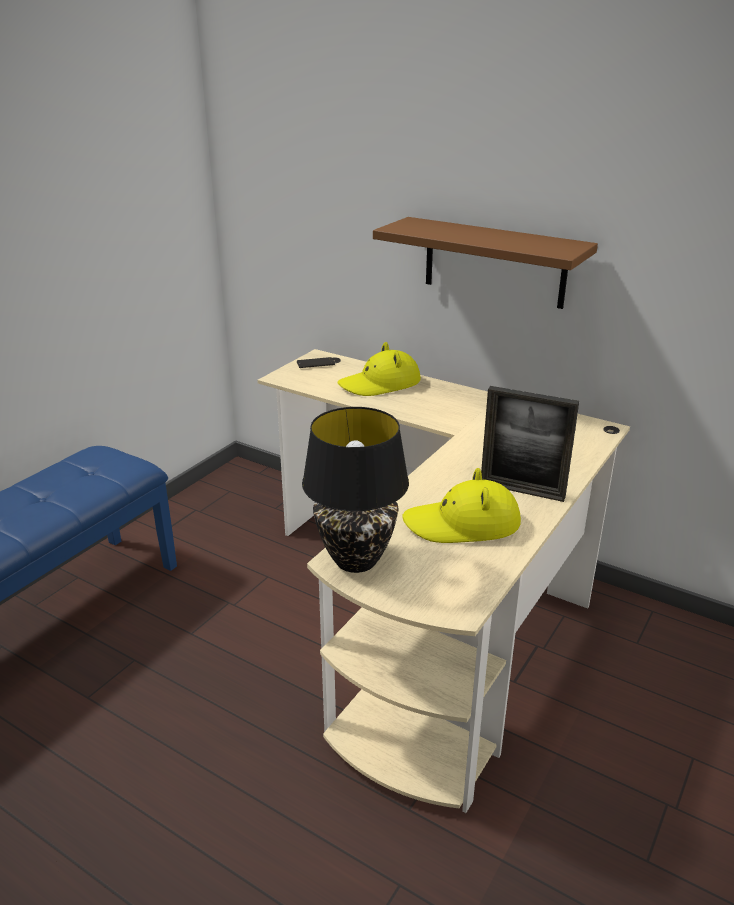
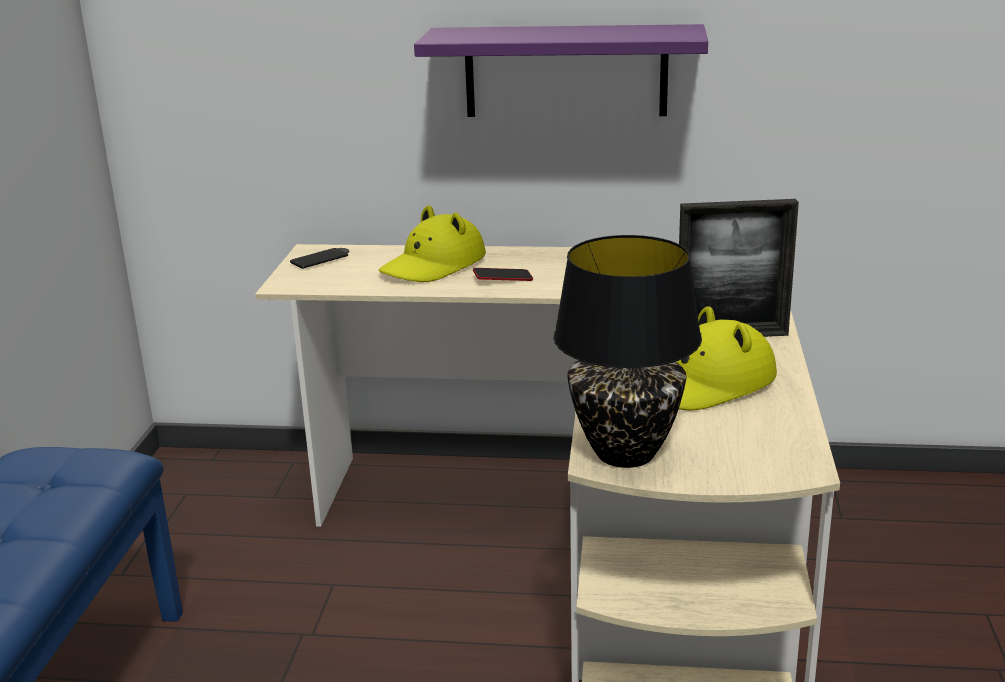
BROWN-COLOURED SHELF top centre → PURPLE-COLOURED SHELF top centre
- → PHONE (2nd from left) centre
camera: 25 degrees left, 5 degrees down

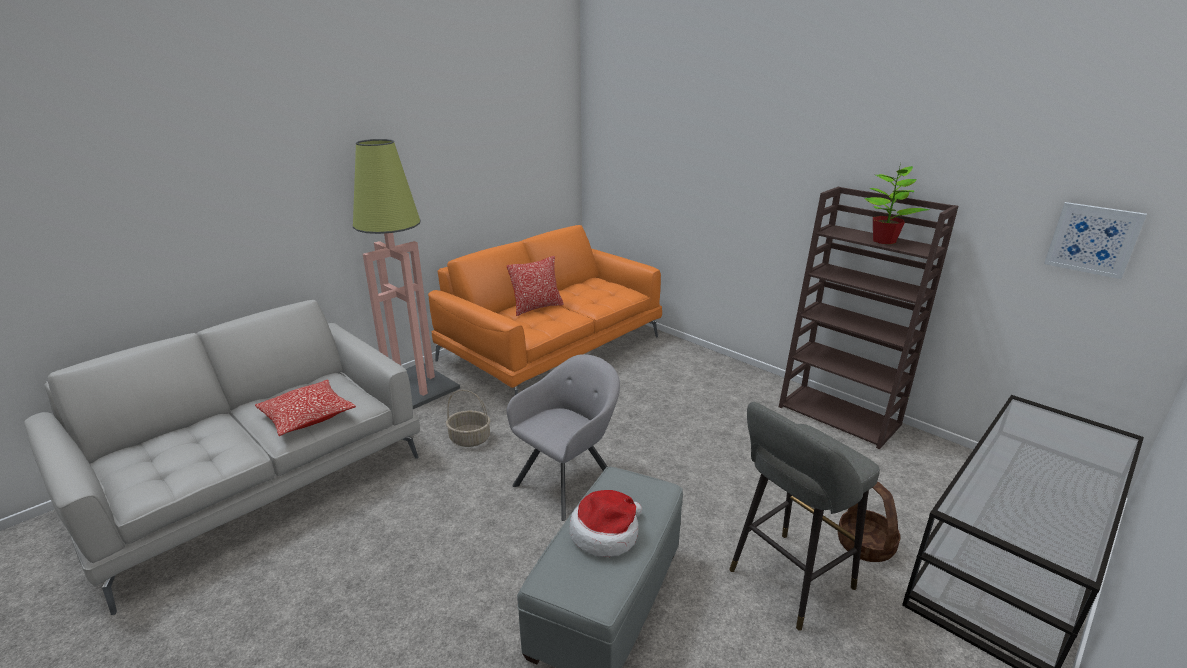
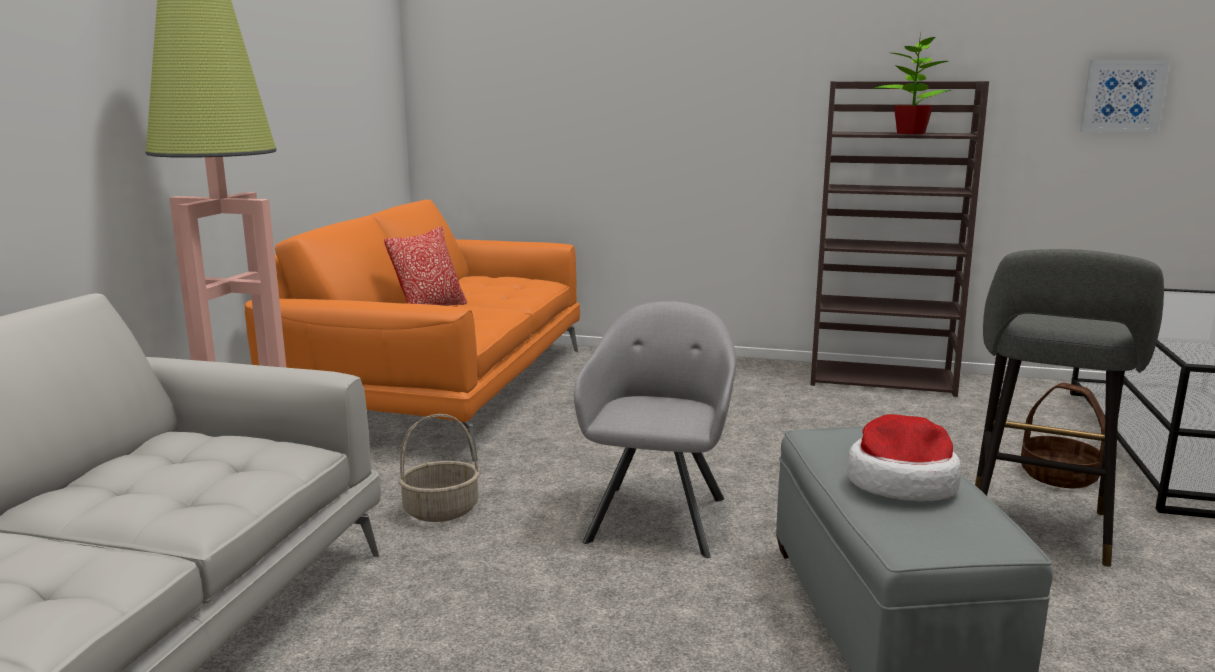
THROW PILLOW (1st from left) middle left → -
camera: 30 degrees left, 10 degrees down

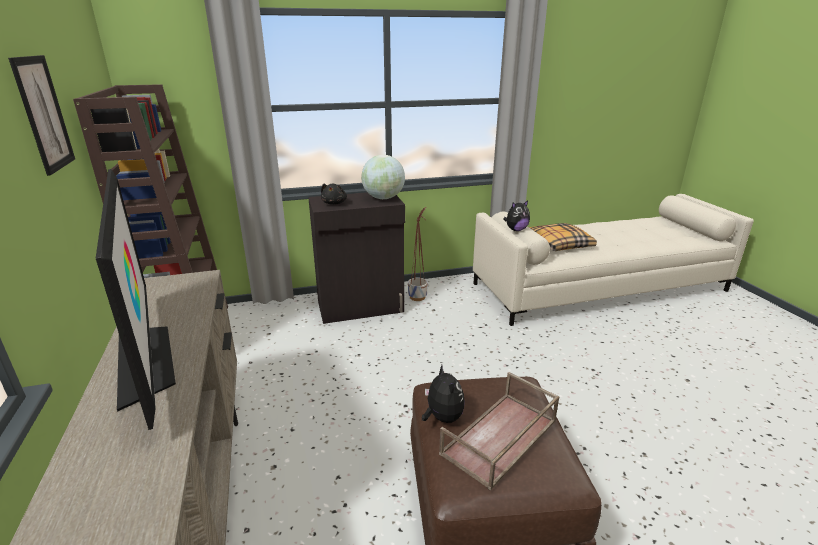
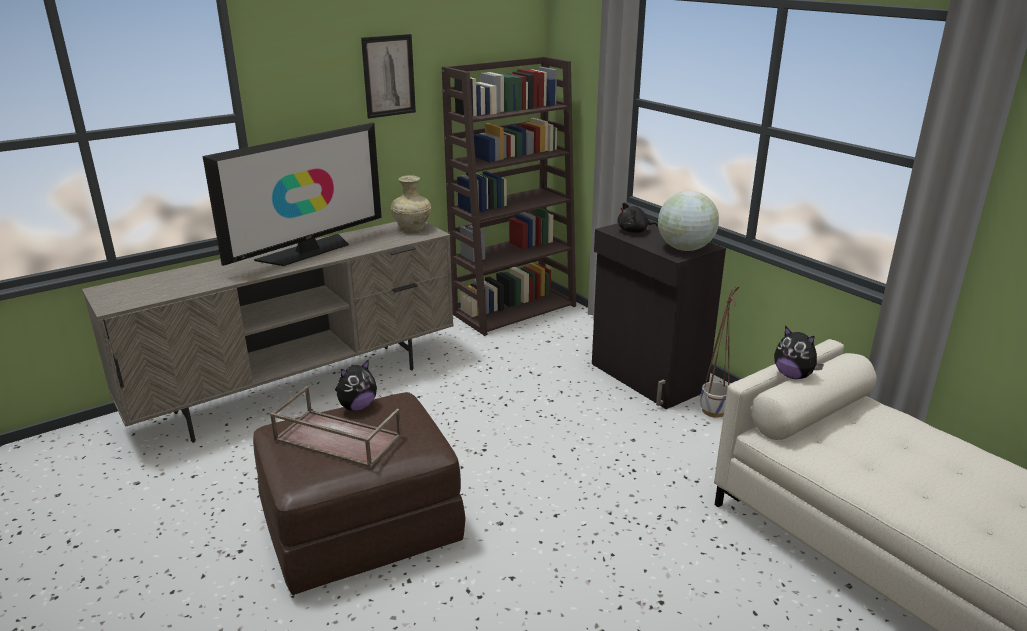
THROW PILLOW middle right → -
- → BEIGE VASE top centre
camera: 70 degrees right, 0 degrees up

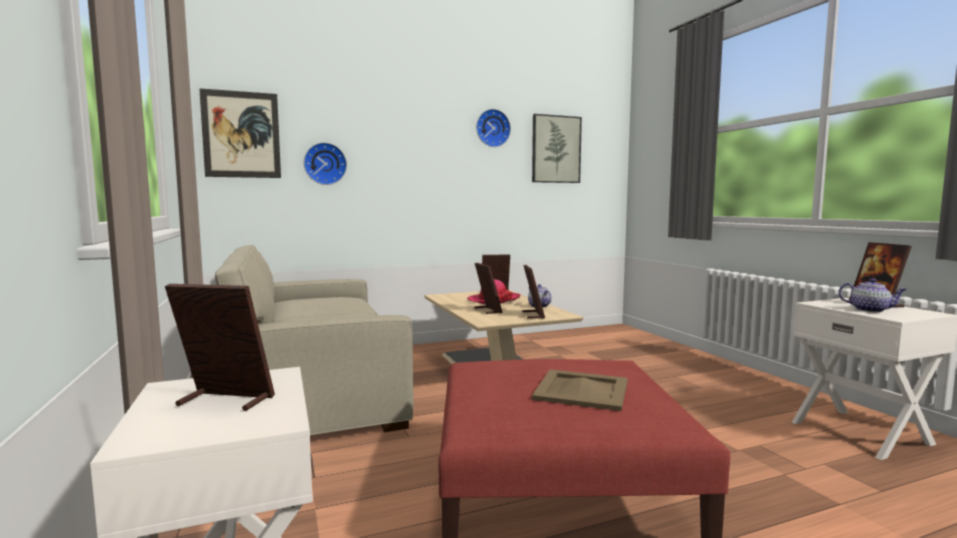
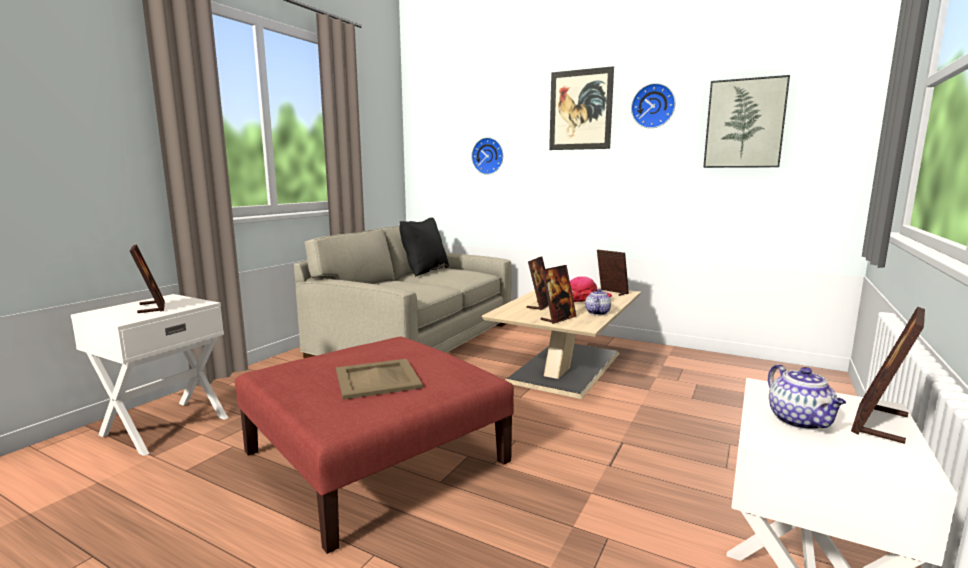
WALL PICTURE (1st from left) top left → WALL PICTURE (1st from left) top centre, move
- → BLACKISH THROW PILLOW centre
camera: 50 degrees right, 5 degrees up

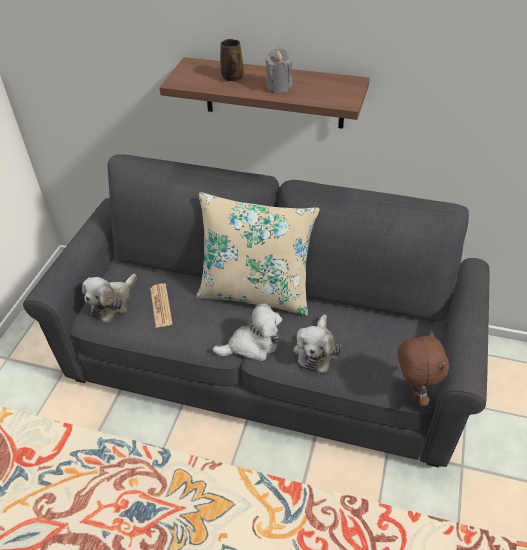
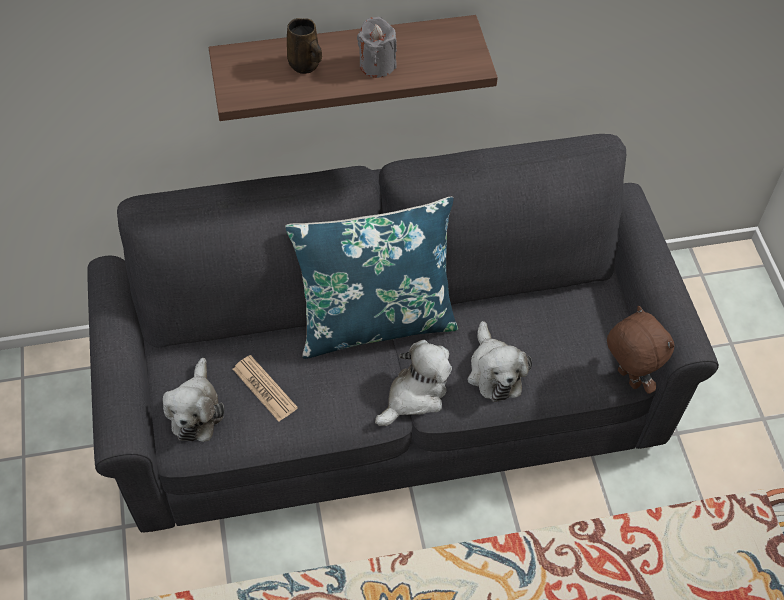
BEIGE THROW PILLOW centre → BLUE-COLOURED THROW PILLOW centre
camera: 30 degrees left, 10 degrees up

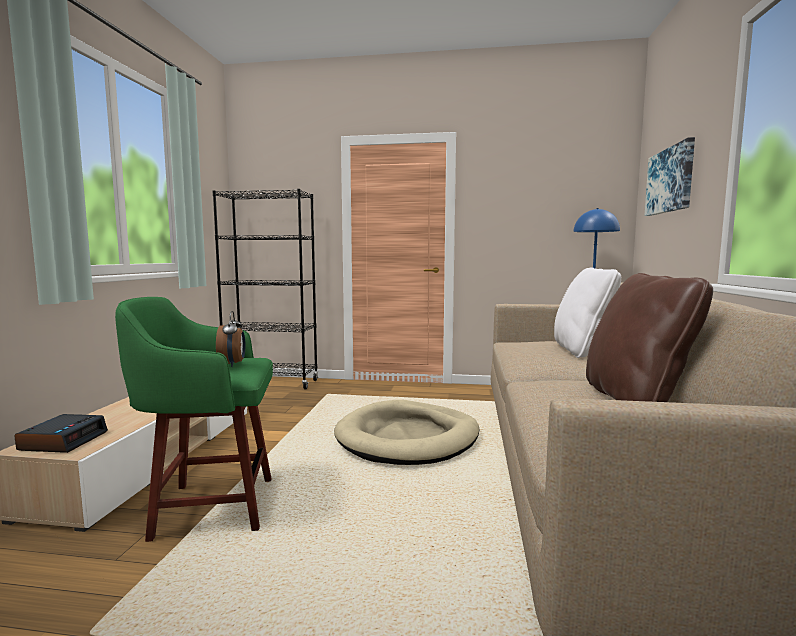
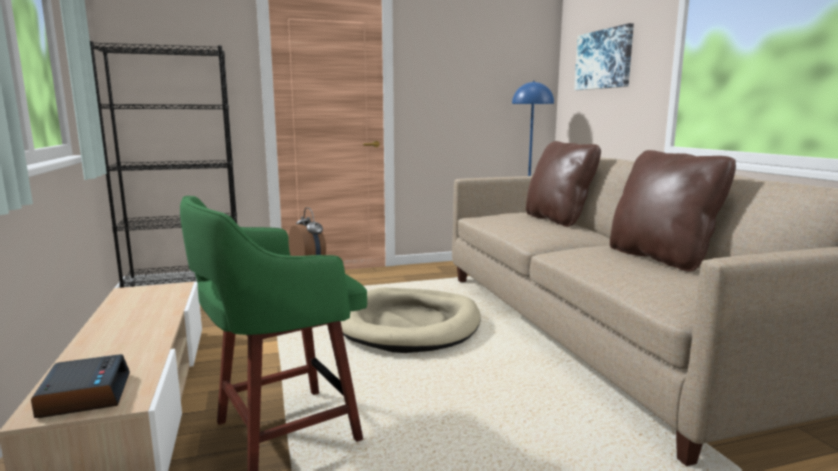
WHITE THROW PILLOW middle right → BROWN-COLOURED THROW PILLOW (1st from left) middle right
camera: 25 degrees left, 5 degrees up

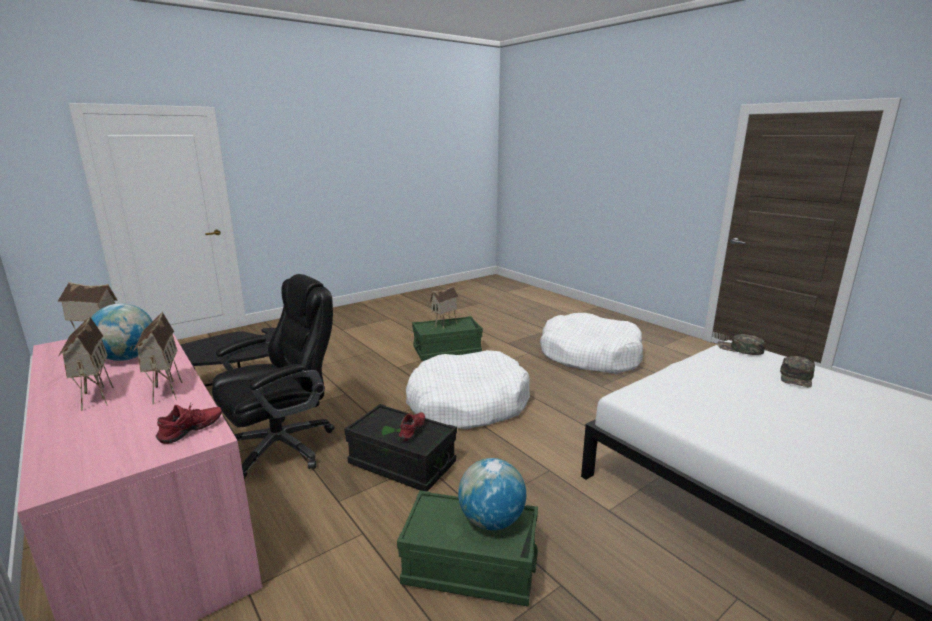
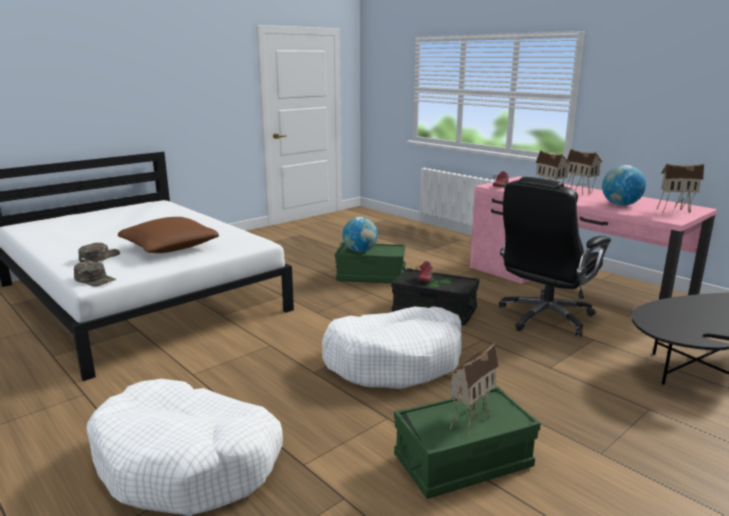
- → BROWN-COLOURED THROW PILLOW middle left
camera: 175 degrees right, 0 degrees up

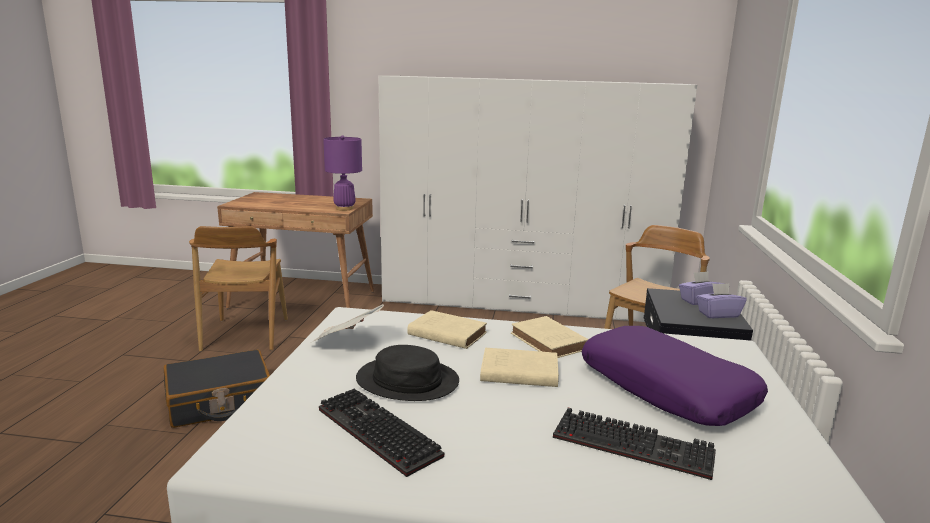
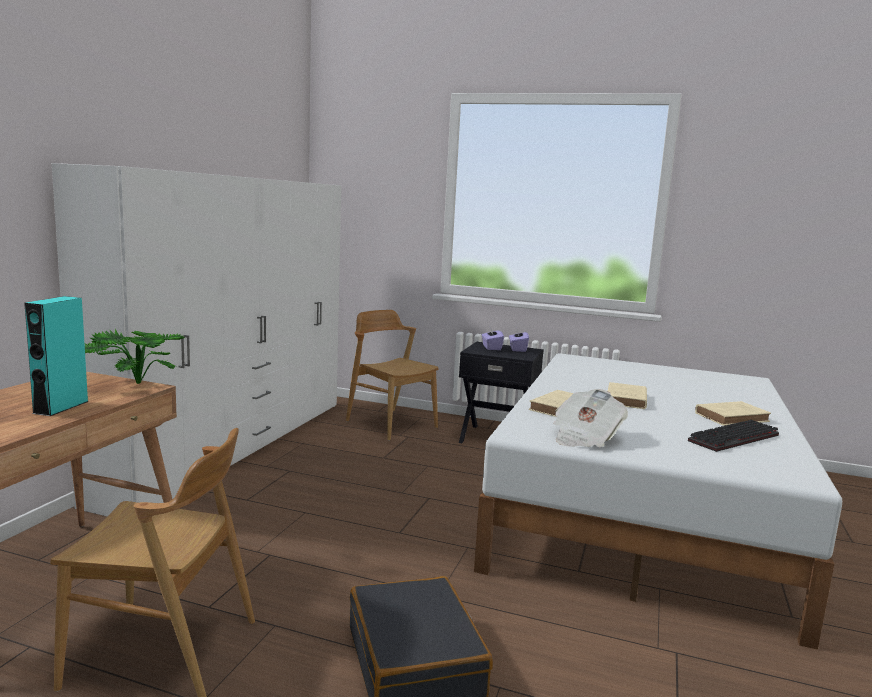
PURPLE-COLOURED LAMP FOR A TABLE top centre → POTTED PLANT middle left
BEIGE BOUND BOOK (3rd from left) centre → BEIGE BOUND BOOK (3rd from left) middle right, move
PURPLE-COLOURED THROW PILLOW bottom right → -
BLACKISH CLOTHING HAT bottom centre → -
PC KEYBOARD (2nd from left) bottom right → -
- → BLUE-GREEN SPEAKER middle left
camera: 80 degrees left, 5 degrees down

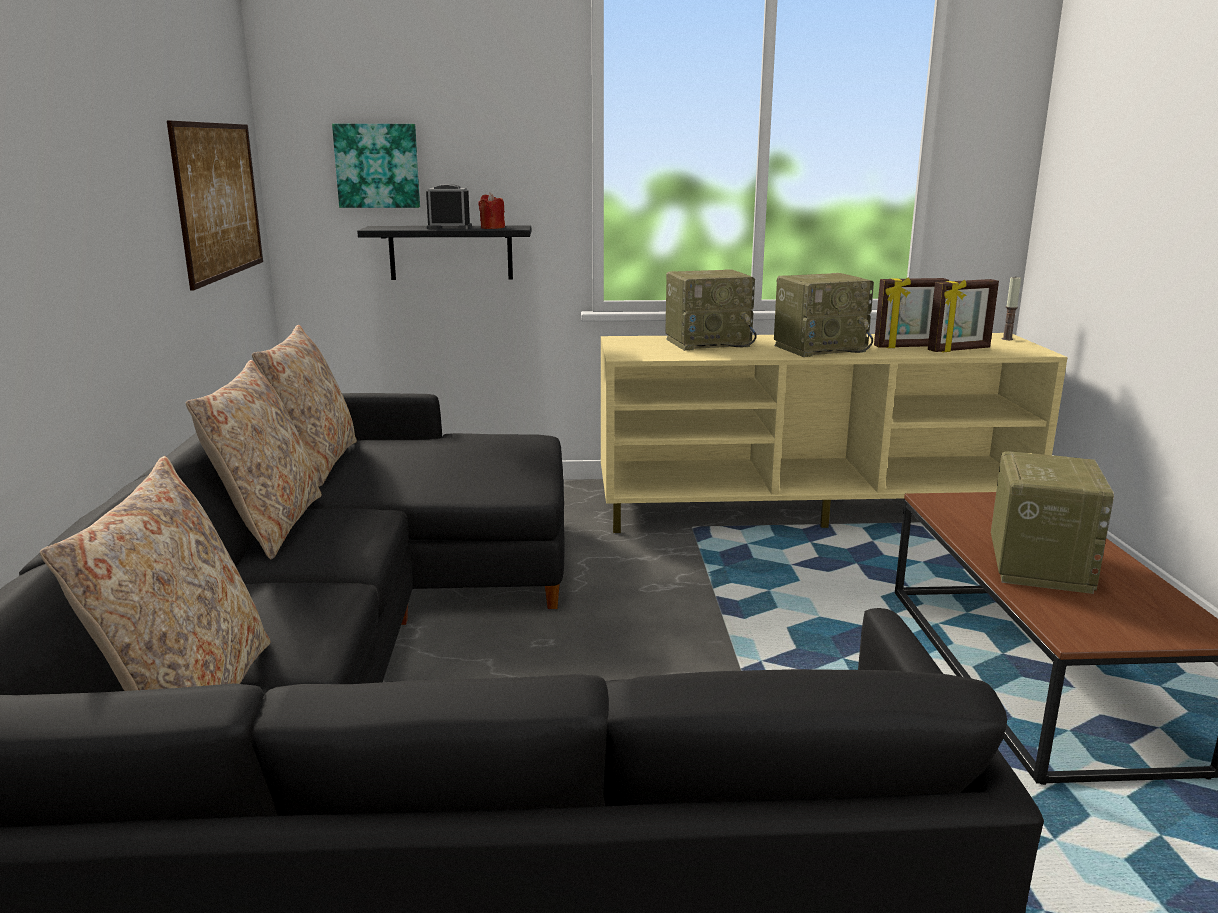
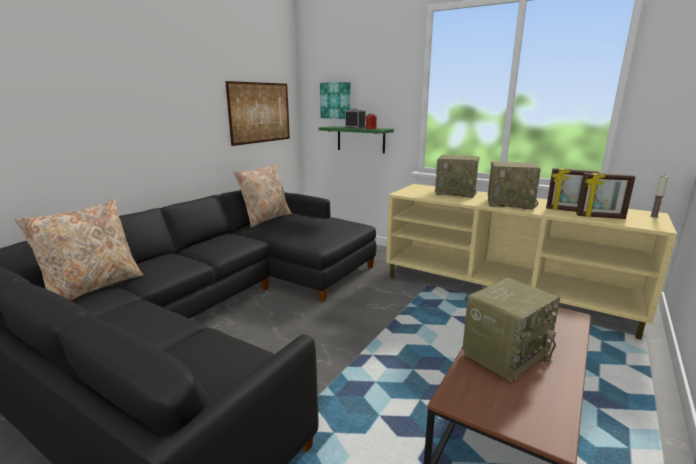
BLACKISH SHELF top centre → GREEN-COLOURED SHELF top centre
BEIGE THROW PILLOW (2nd from left) middle left → -
camera: 35 degrees right, 0 degrees up

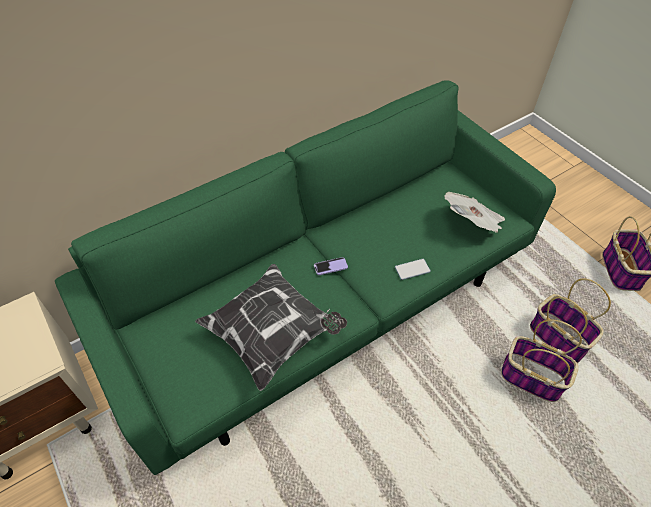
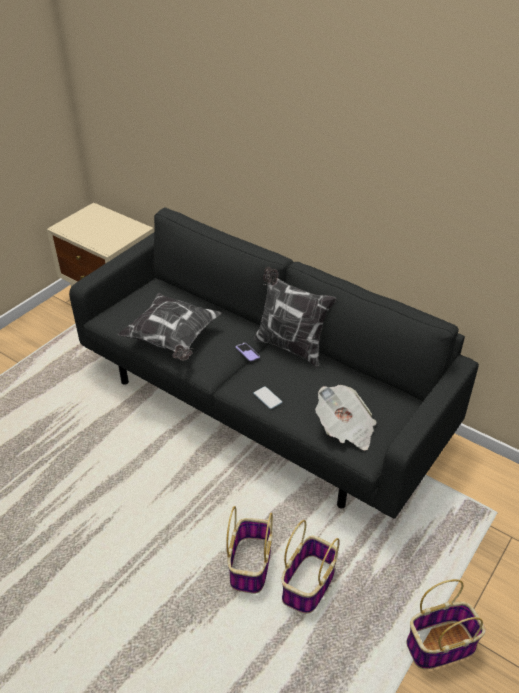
GREEN-COLOURED COUCH centre → BLACKISH COUCH centre
- → THROW PILLOW (2nd from left) centre
camera: 70 degrees right, 10 degrees down

